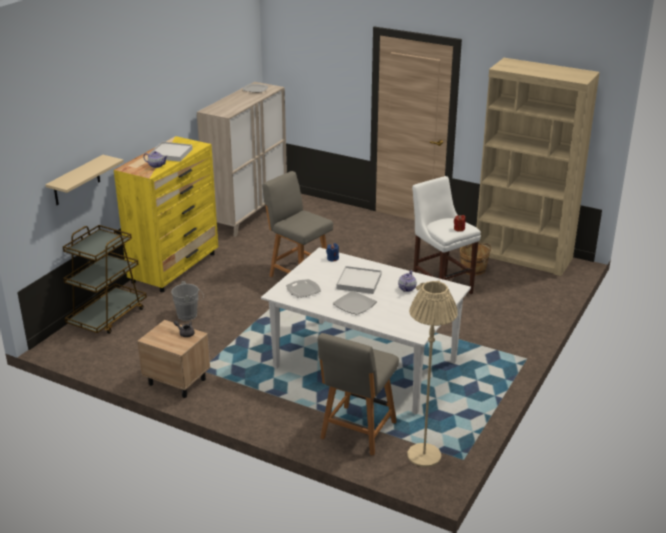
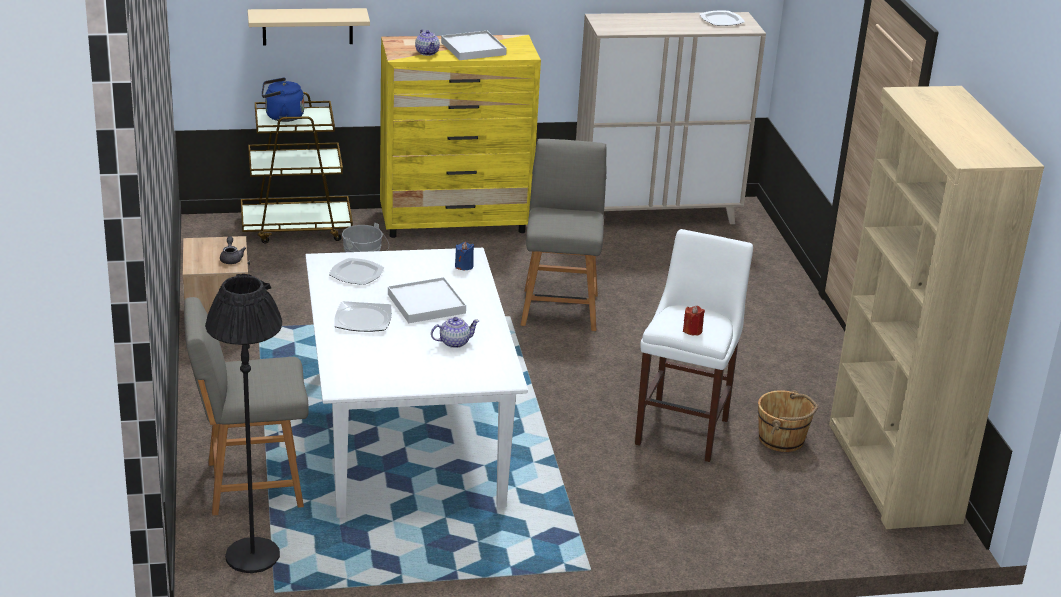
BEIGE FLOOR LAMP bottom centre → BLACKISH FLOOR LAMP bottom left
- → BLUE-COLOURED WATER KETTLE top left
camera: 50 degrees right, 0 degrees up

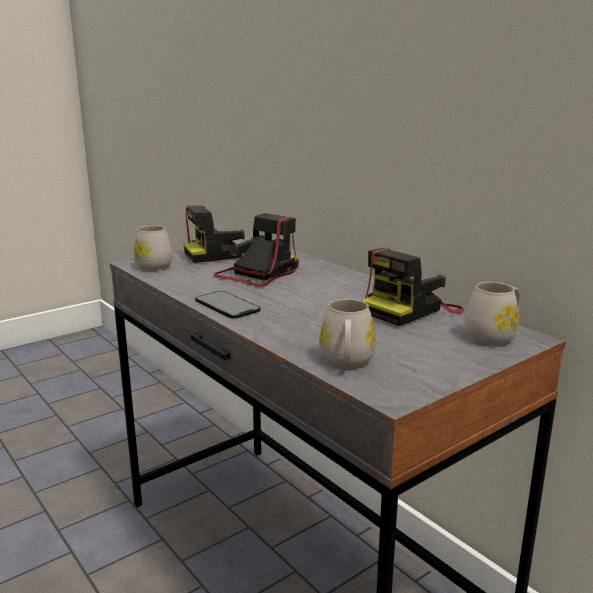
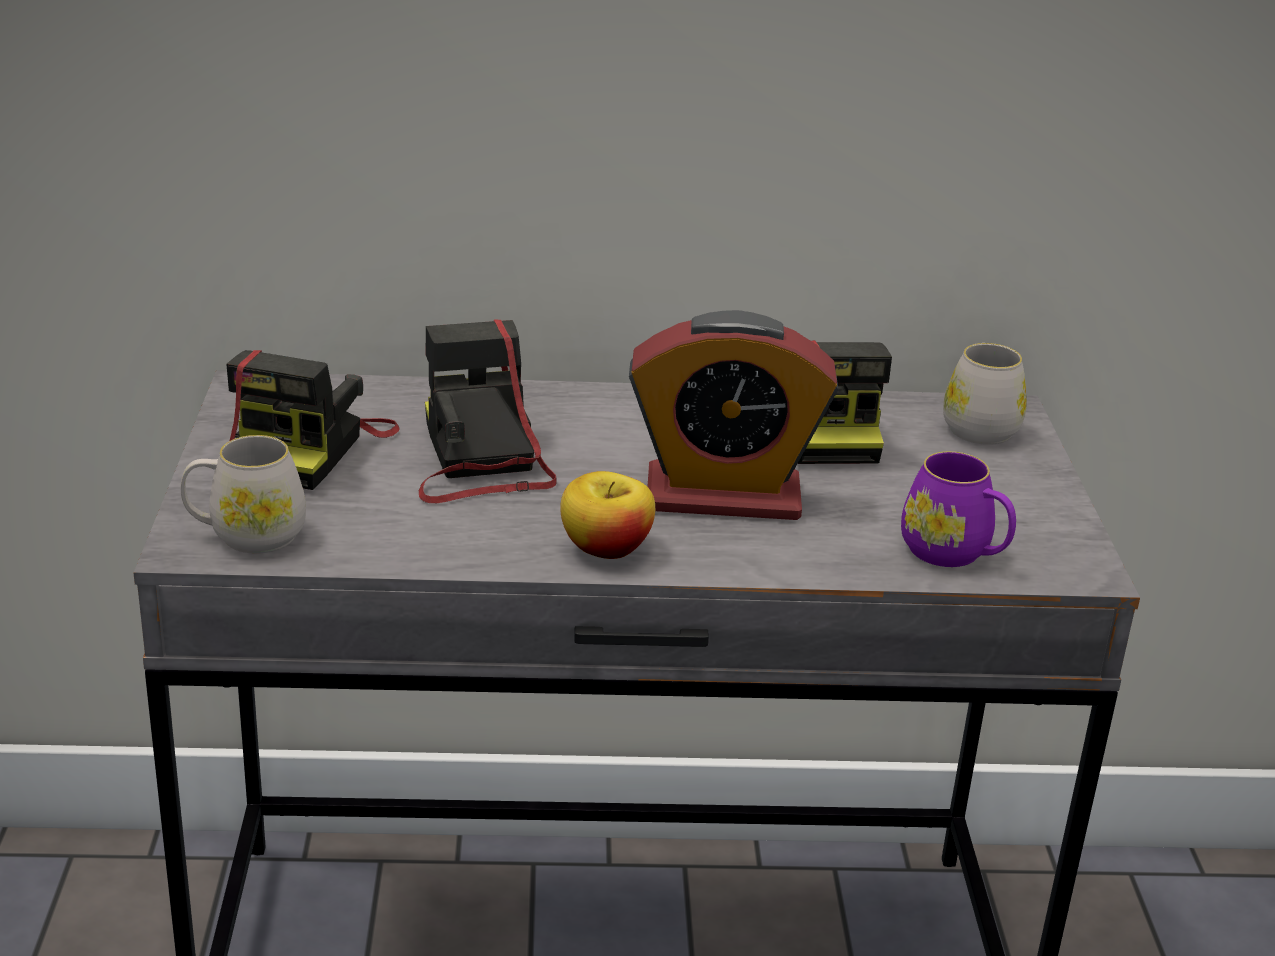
PHONE centre → APPLE centre
WHITE TEA MUG (2nd from left) centre → PURPLE-COLOURED TEA MUG middle right
- → ALARM CLOCK centre
camera: 55 degrees left, 10 degrees up

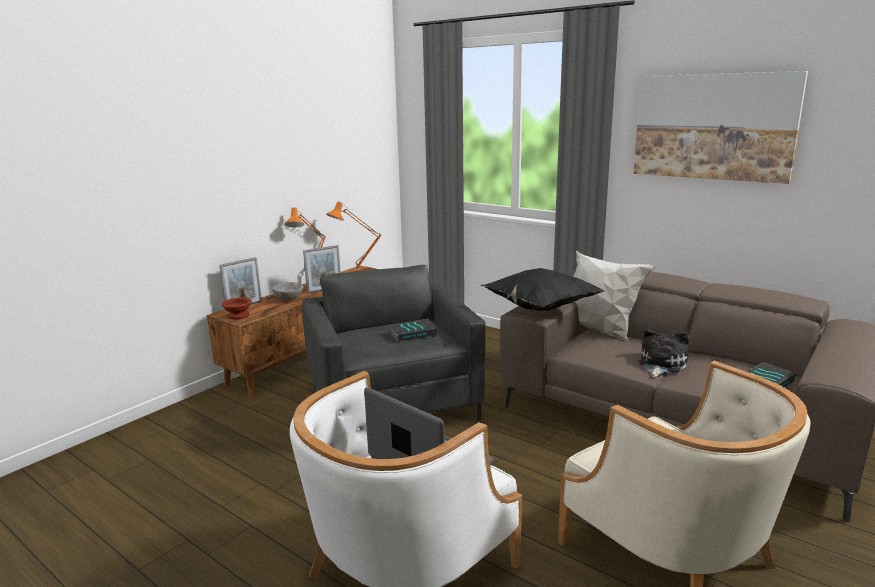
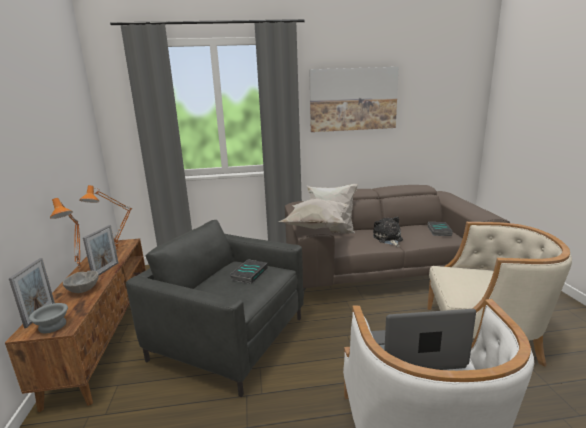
BLACKISH THROW PILLOW centre → WHITE THROW PILLOW (1st from left) centre
BROWN-COLOURED BOWL middle left → GREY BOWL (1st from left) bottom left
camera: 45 degrees left, 0 degrees up

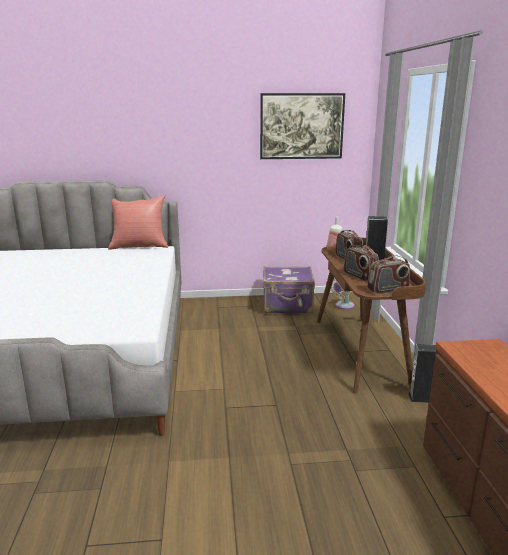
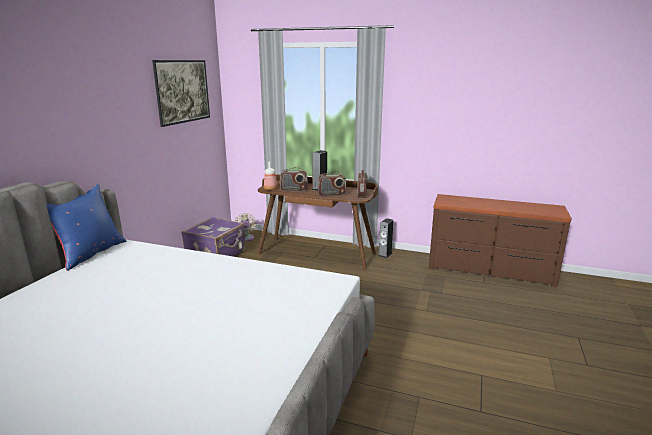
RED THROW PILLOW middle left → BLUE-COLOURED THROW PILLOW middle left
camera: 65 degrees left, 0 degrees up

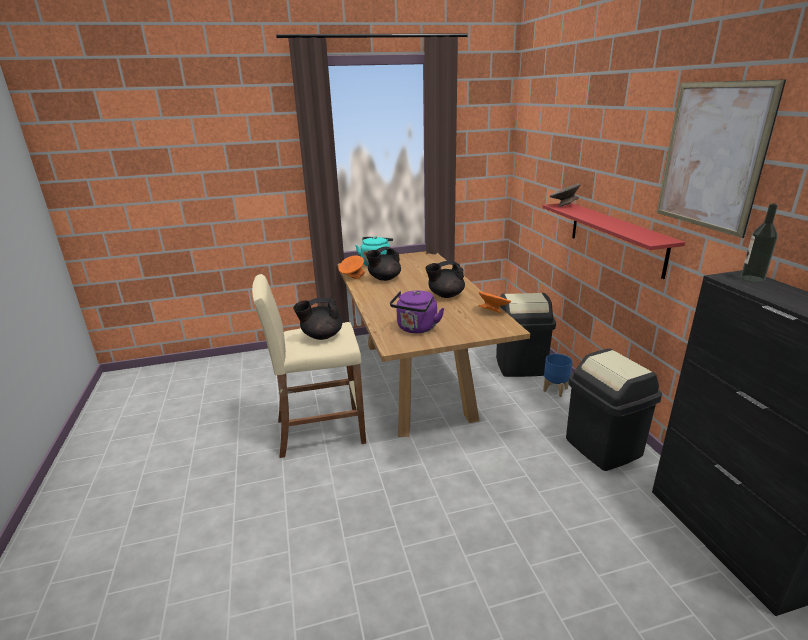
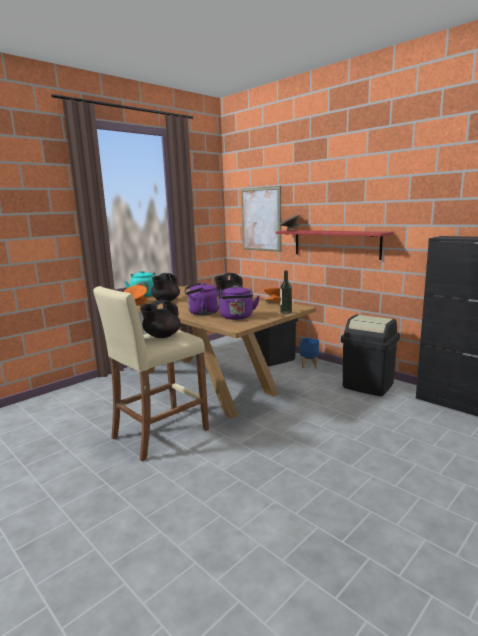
WALL PICTURE top right → WALL PICTURE centre, move
BEVERAGE BOTTLE middle right → BEVERAGE BOTTLE centre, move
- → PURPLE-COLOURED WATER KETTLE (1st from left) centre
camera: 30 degrees left, 10 degrees down

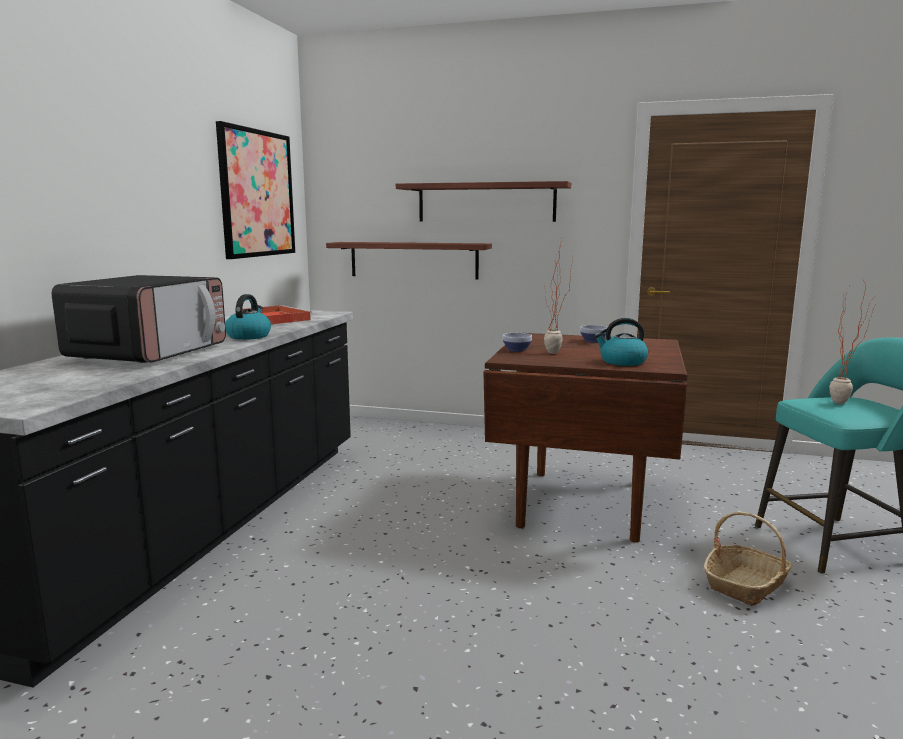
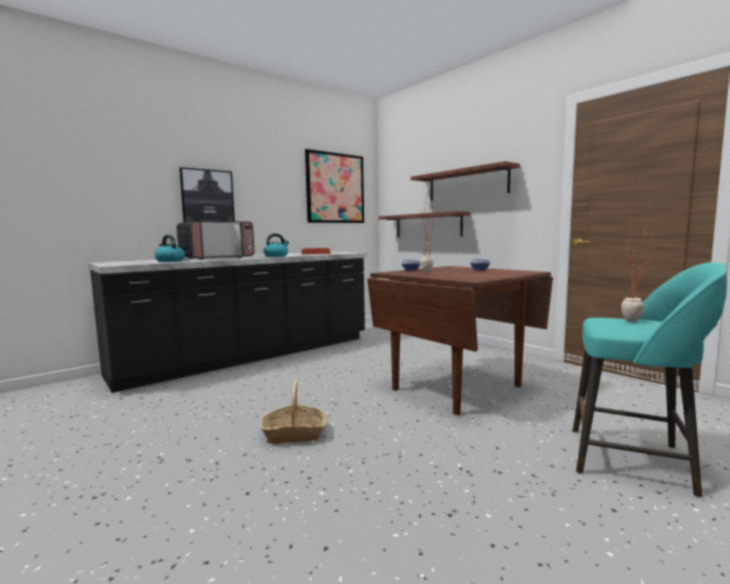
WATER KETTLE (2nd from left in the first image) middle right → WATER KETTLE (1st from left) middle left, move
BASKET bottom right → BASKET bottom centre, move
- → WALL PICTURE (1st from left) middle left
camera: 35 degrees right, 5 degrees down

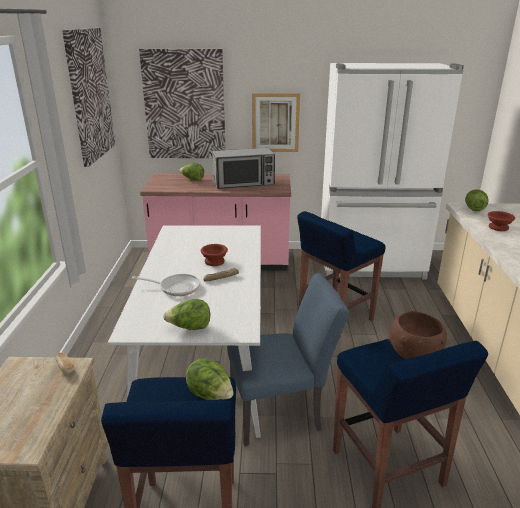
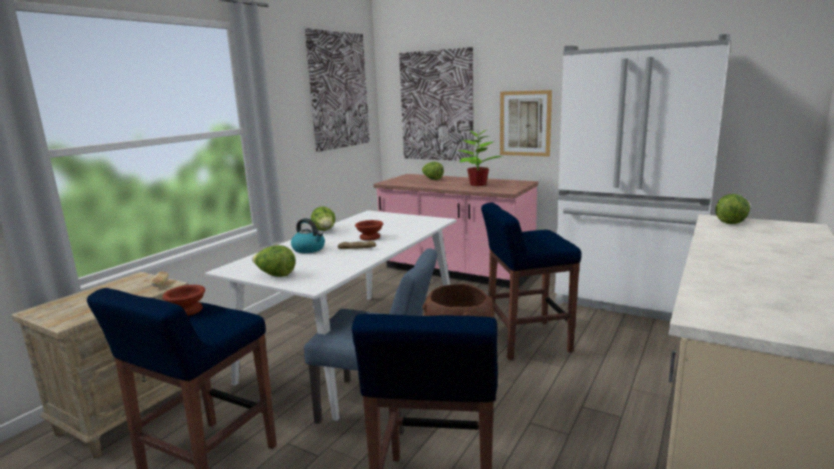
MICROWAVE OVEN top centre → POTTED PLANT centre
BROWN-COLOURED BOWL (3rd from left in the first image) middle right → BROWN-COLOURED BOWL (1st from left) middle left, move
PAN middle left → WATER KETTLE centre
HEAD OF LETTUCE (3rd from left in the first image) bottom centre → HEAD OF LETTUCE (2nd from left) centre, move
camera: 30 degrees right, 10 degrees down

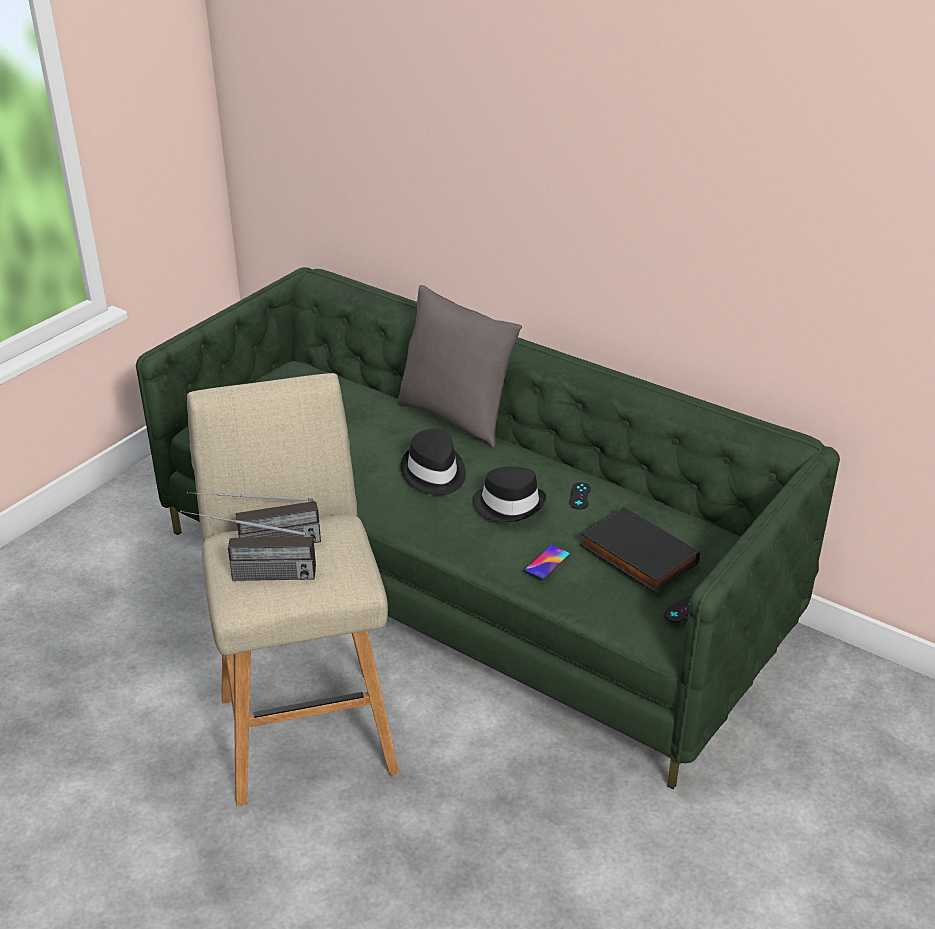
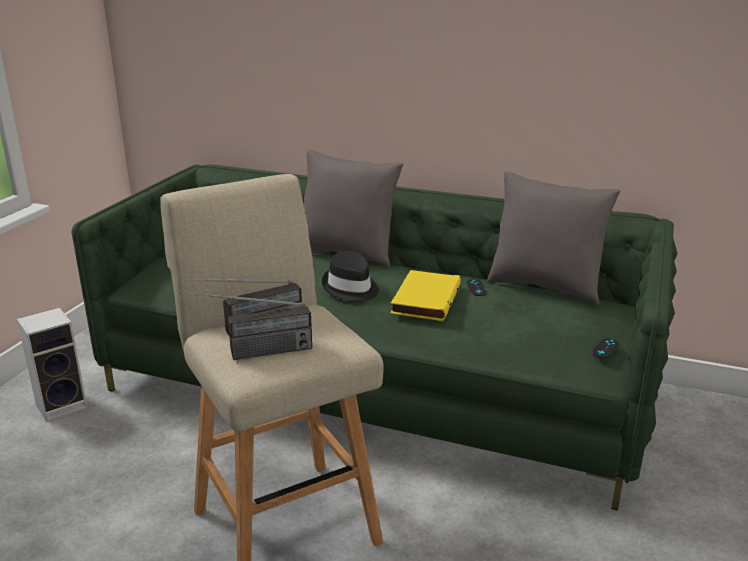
BLACKISH CLOTHING HAT (2nd from left) centre → YELLOW BOUND BOOK centre
BLACKISH BOUND BOOK middle right → -
PHONE centre → -
- → GREY THROW PILLOW (2nd from left) middle right
- → SPEAKER middle left
camera: 15 degrees left, 10 degrees down

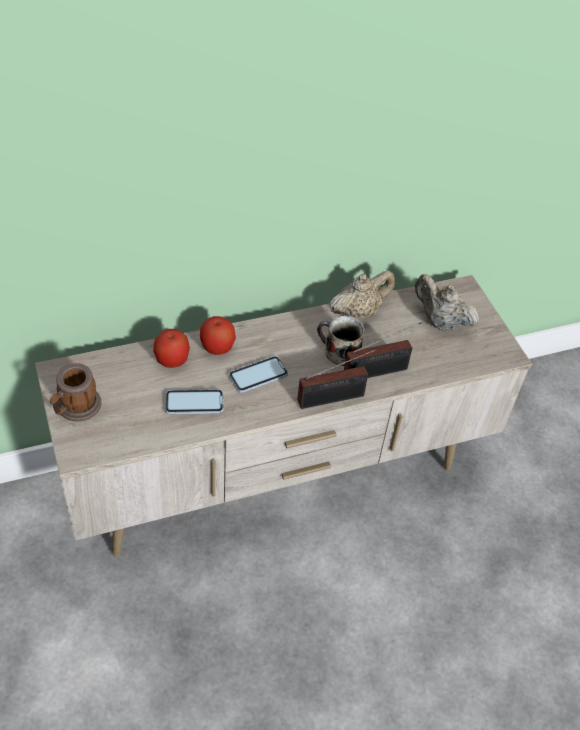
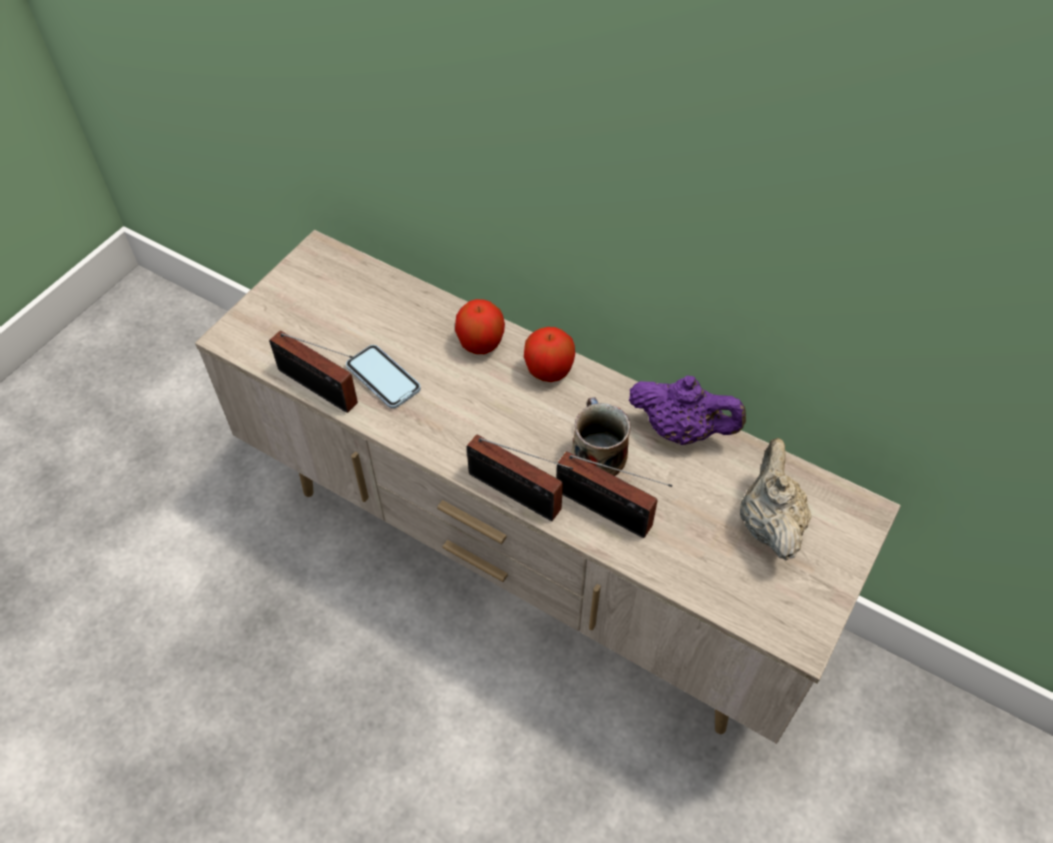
BEIGE TEA POT (1st from left) centre → PURPLE-COLOURED TEA POT centre
APPLE (1st from left in the first image) middle left → APPLE (2nd from left) centre, move
PHONE (2nd from left) centre → -
TEA MUG (1st from left) middle left → -
- → RADIO SET (1st from left) middle left
camera: 55 degrees right, 5 degrees up

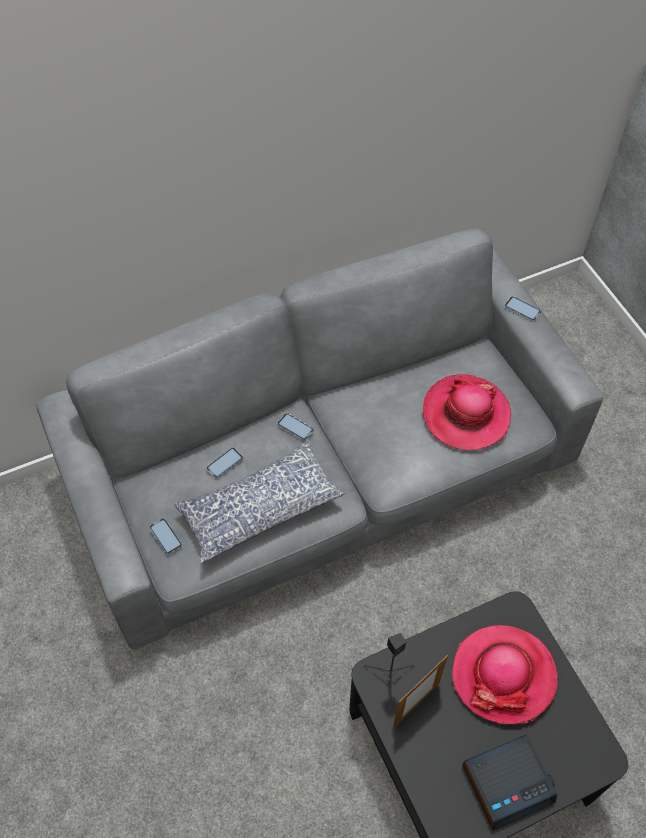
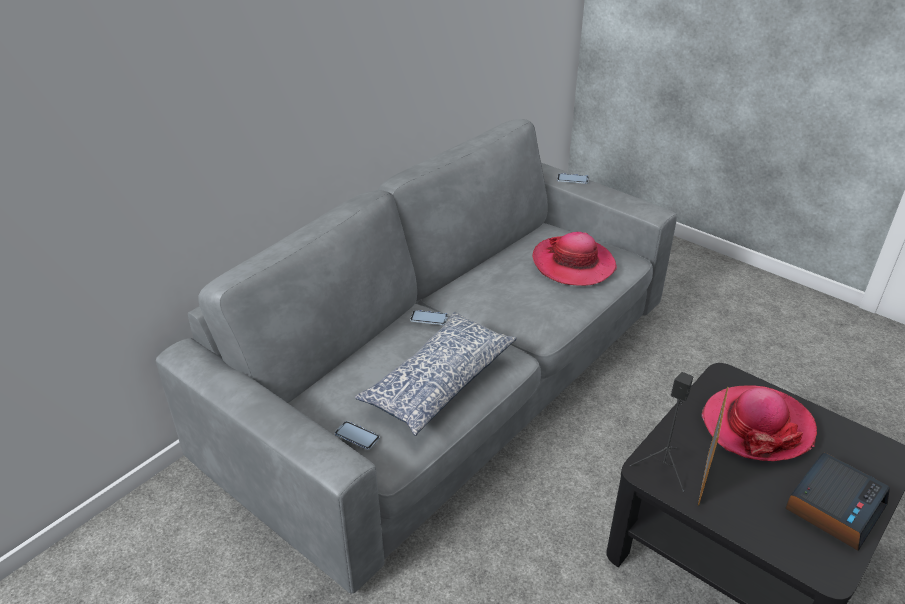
PHONE (2nd from left) centre → -
camera: 25 degrees left, 20 degrees down

